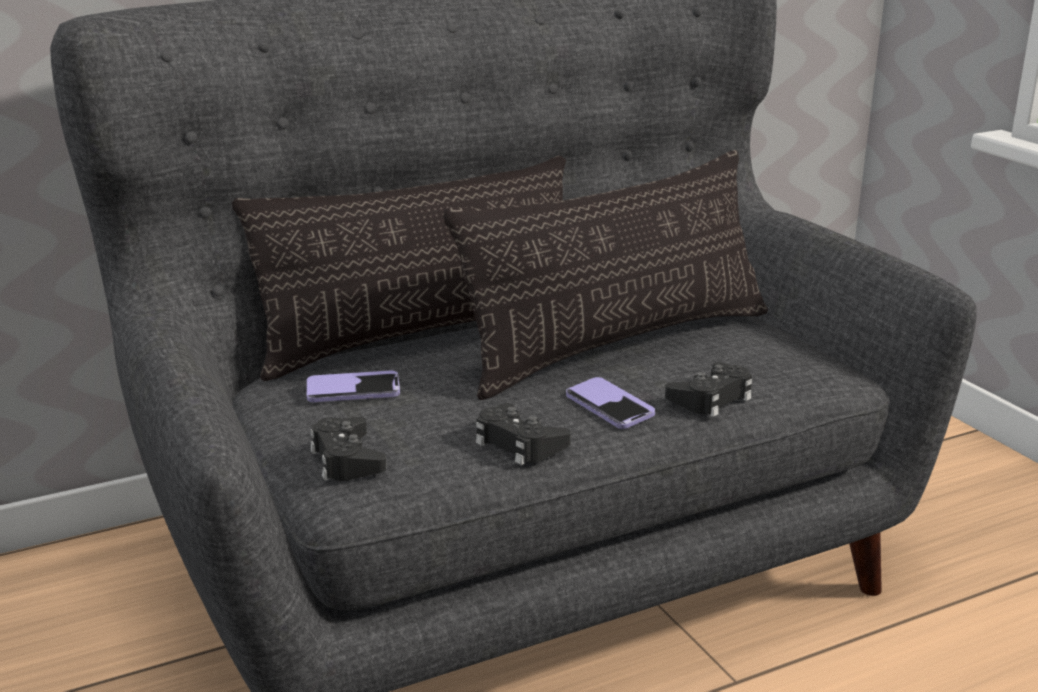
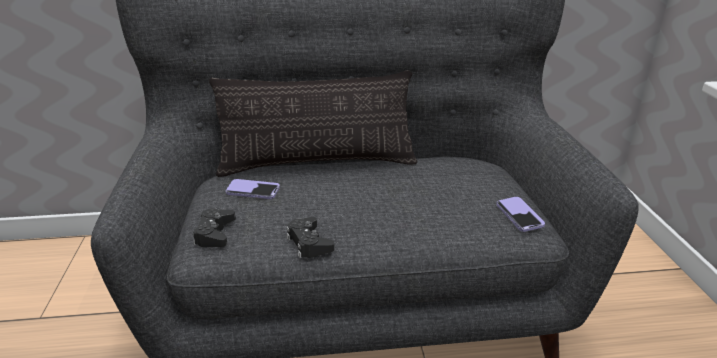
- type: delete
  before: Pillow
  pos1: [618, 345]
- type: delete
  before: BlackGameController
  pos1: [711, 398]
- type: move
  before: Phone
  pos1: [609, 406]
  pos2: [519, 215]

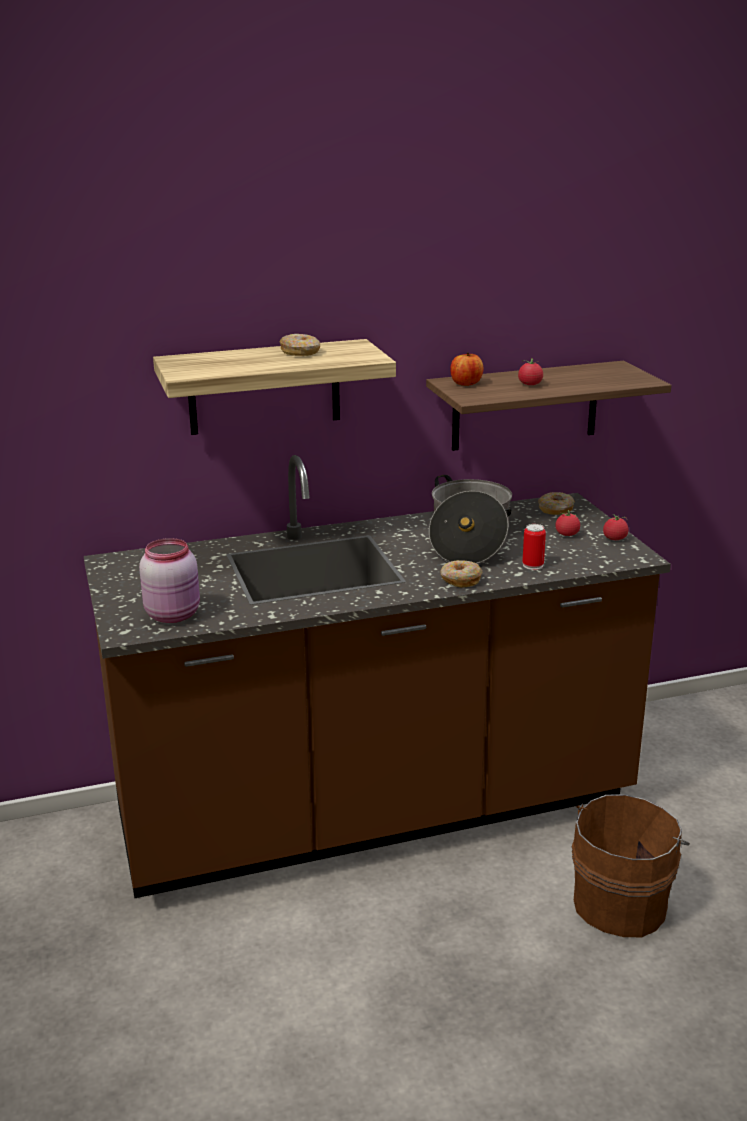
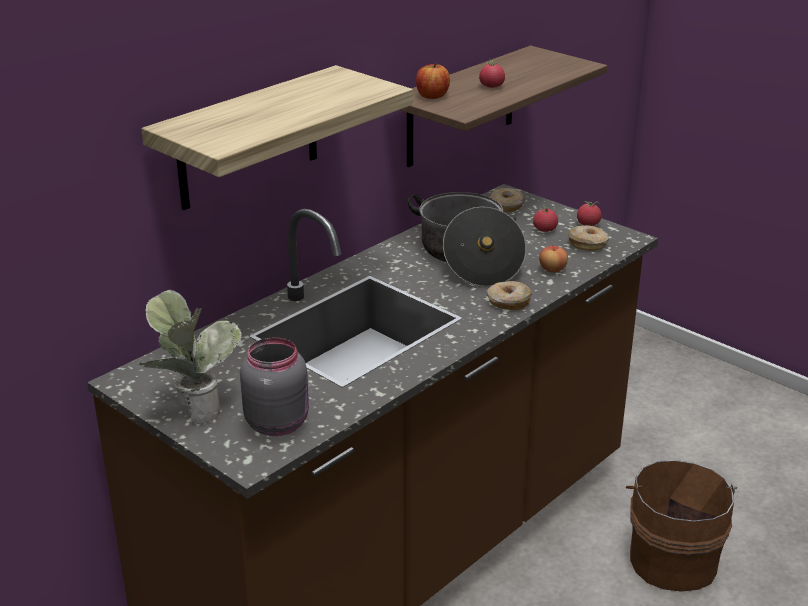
- type: move
  before: Donut
  pos1: [300, 352]
  pos2: [588, 244]
- type: replace
  before: Can
  after: Apple
  pos1: [533, 565]
  pos2: [552, 269]
- type: recolor
  before: PinkJar
  after: GreyJar
  pos1: [174, 614]
  pos2: [278, 422]
- type: insert
  after: PottedPlant
  pos2: [193, 409]

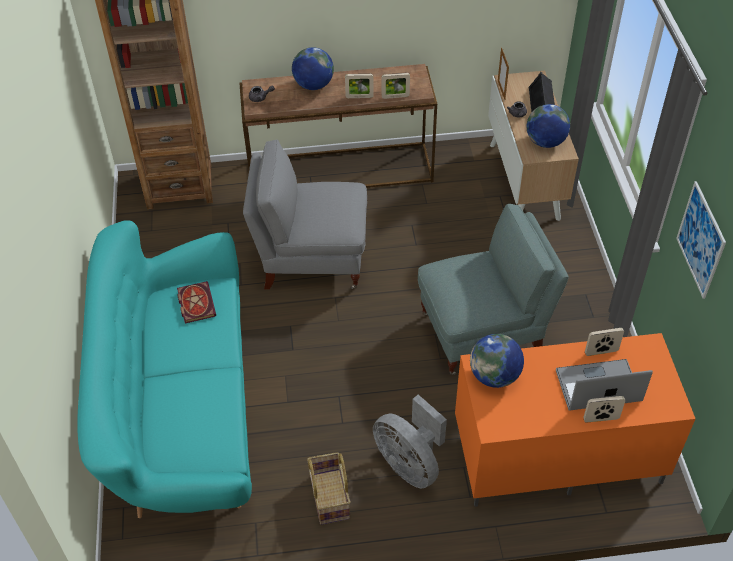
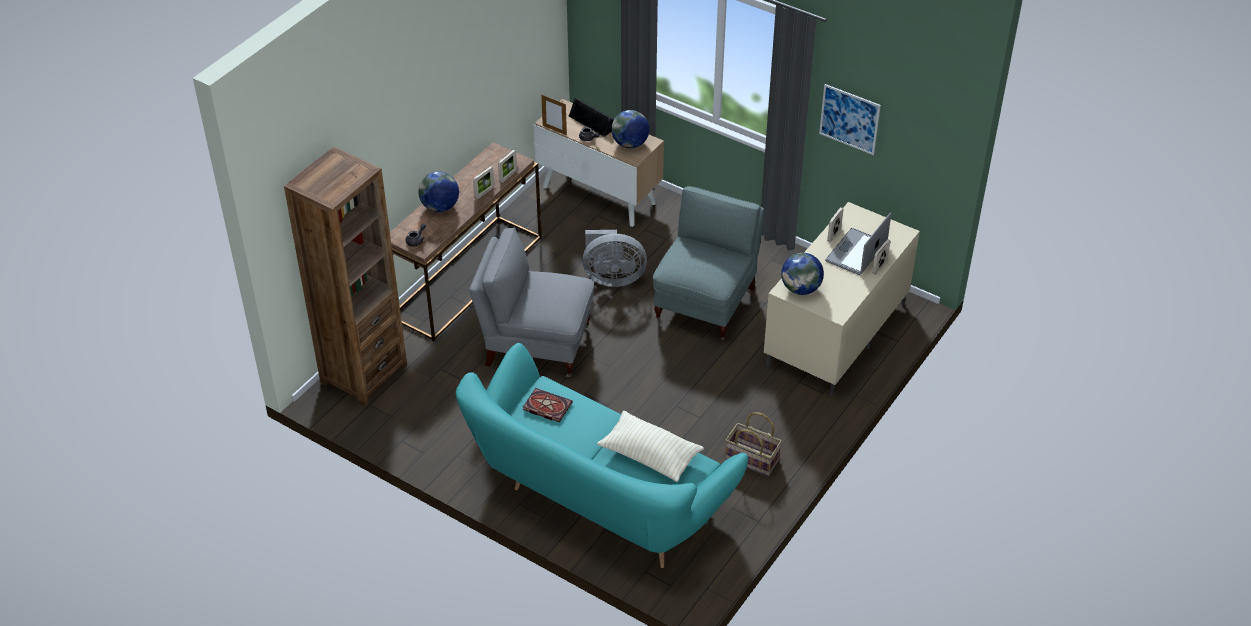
- type: rotate
  before: GreyArmchair
  pos1: [312, 259]
  pos2: [536, 345]
  turn: 60
- type: recolor
  before: OrangeTvStand
  after: BeigeTvStand
  pos1: [556, 456]
  pos2: [837, 335]
- type: move
  before: GreyFan
  pos1: [410, 463]
  pos2: [612, 278]
- type: insert
  after: BeigePillow
  pos2: [649, 455]

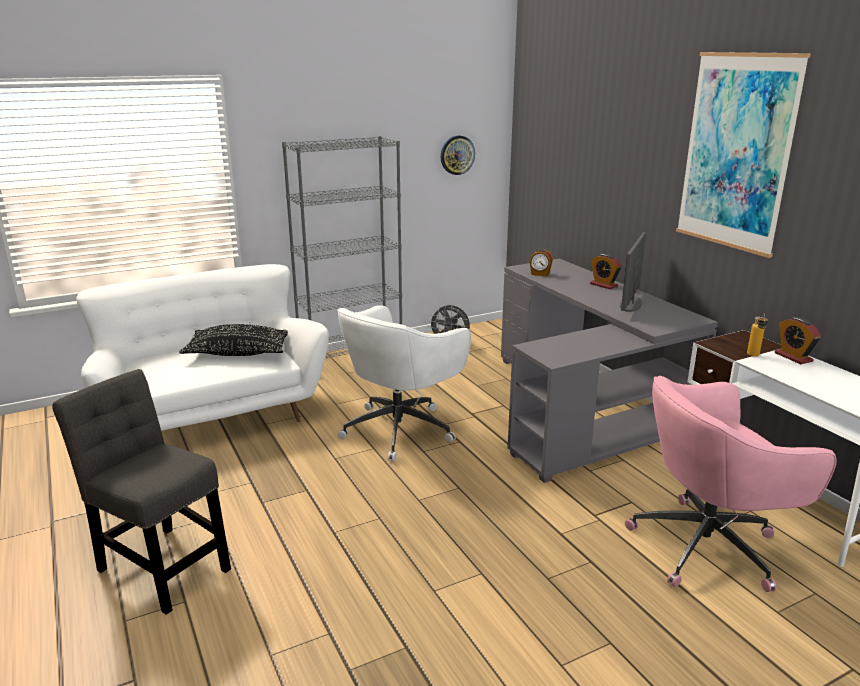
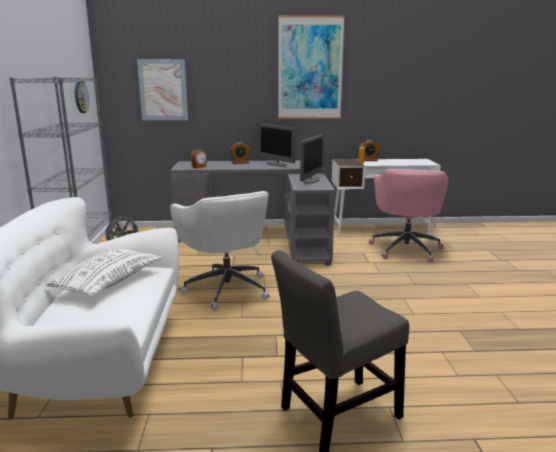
- type: recolor
  before: BlackPillow
  after: WhitePillow
  pos1: [239, 353]
  pos2: [109, 282]
- type: insert
  after: Picture
  pos2: [163, 90]
- type: insert
  after: Monitor
  pos2: [311, 180]

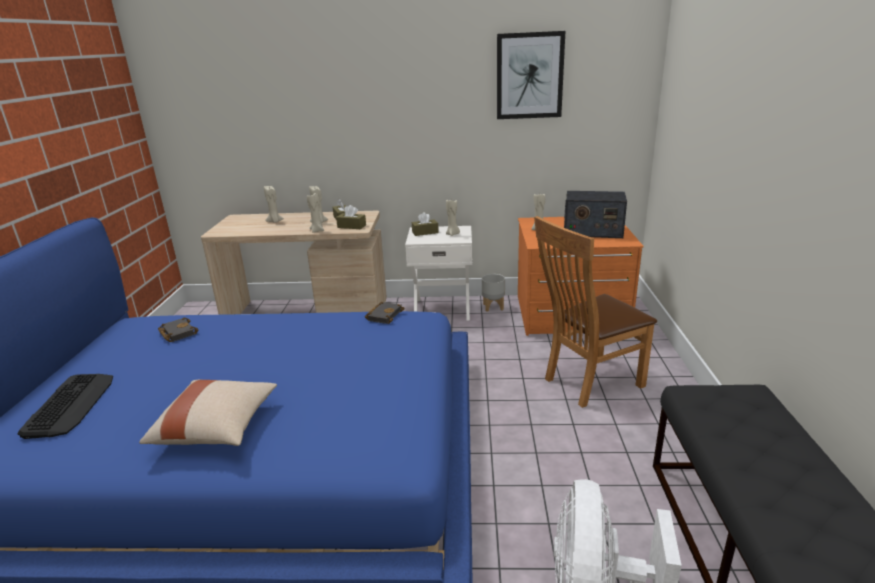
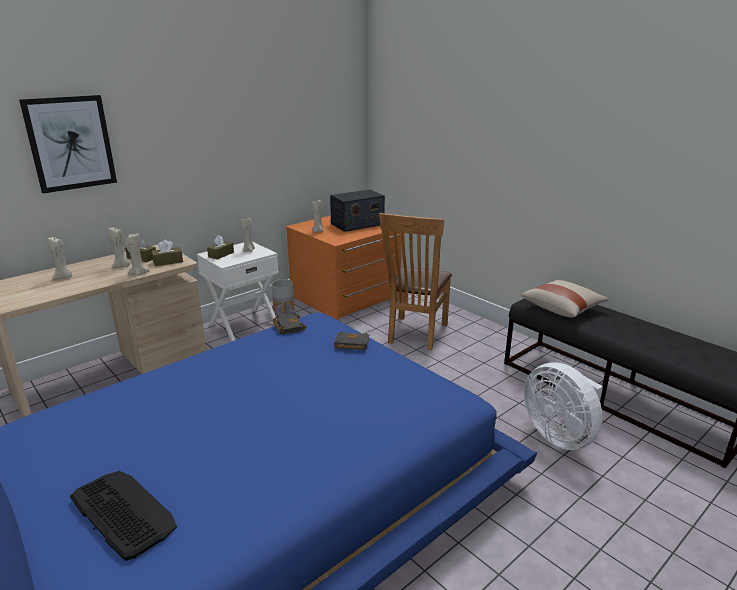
- type: move
  before: Picture
  pos1: [529, 76]
  pos2: [70, 143]
- type: move
  before: BlackBook
  pos1: [177, 333]
  pos2: [350, 344]
- type: move
  before: BeigePillow
  pos1: [217, 428]
  pos2: [563, 308]

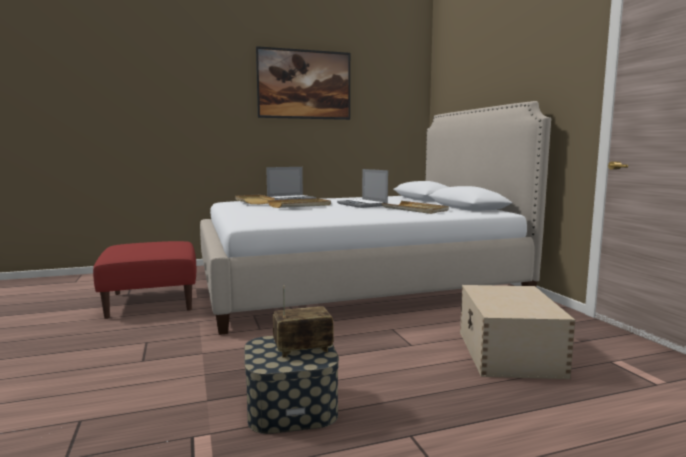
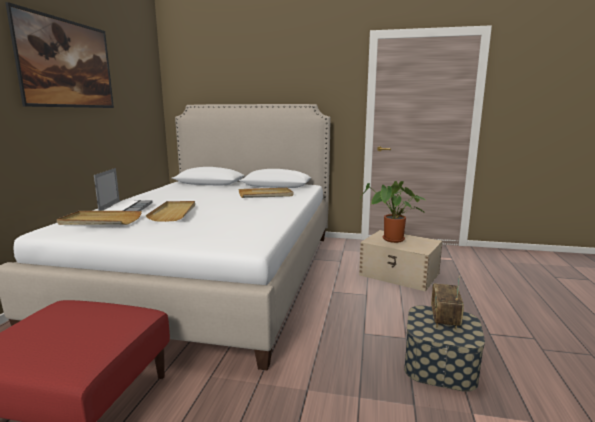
- type: delete
  before: Laptop
  pos1: [363, 204]
- type: insert
  after: PottedPlant
  pos2: [392, 240]

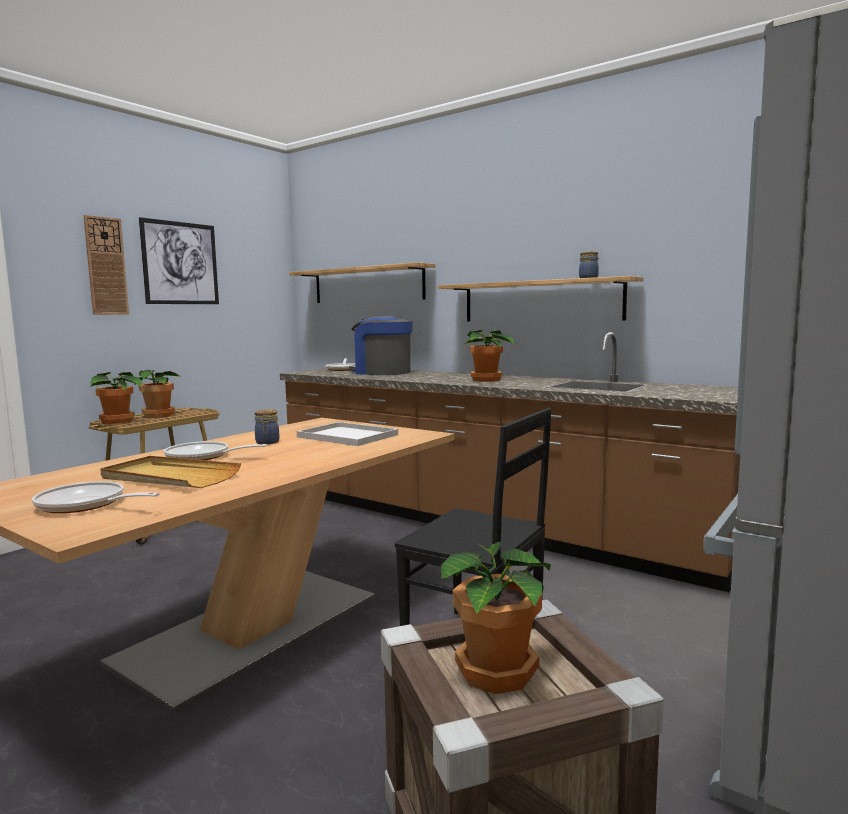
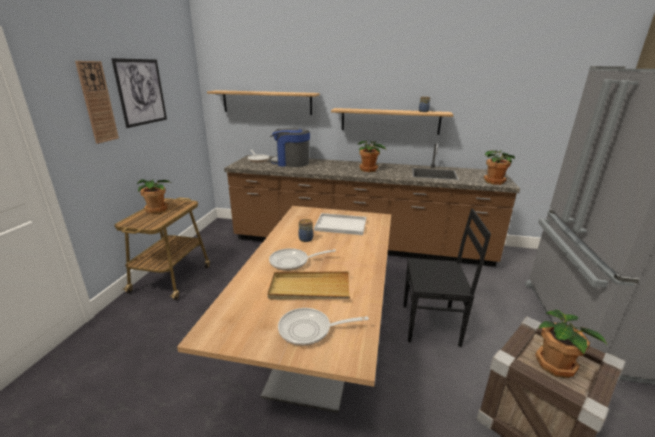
- type: move
  before: PottedPlant
  pos1: [118, 421]
  pos2: [495, 182]

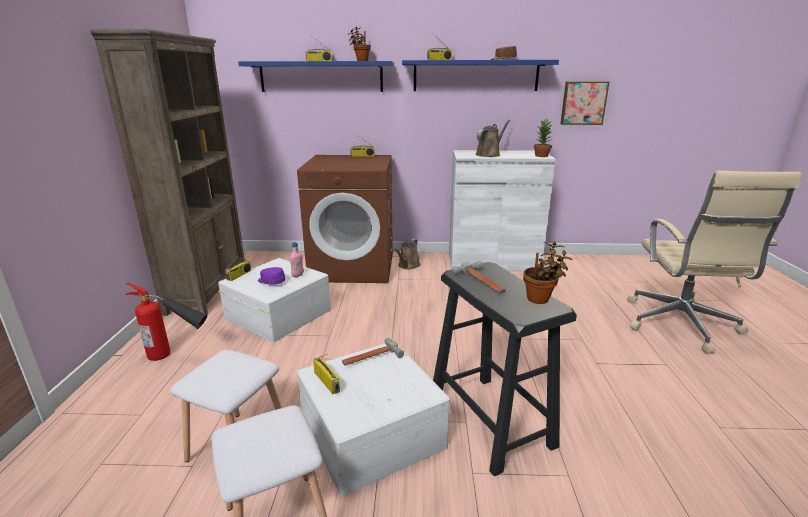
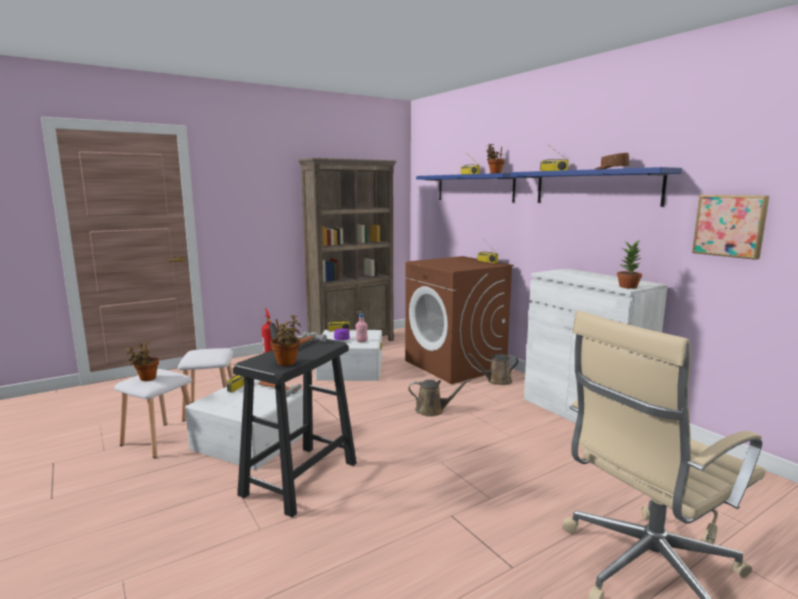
- type: move
  before: BrownWateringCan
  pos1: [489, 154]
  pos2: [432, 410]
- type: insert
  after: PottedPlant
  pos2: [146, 379]

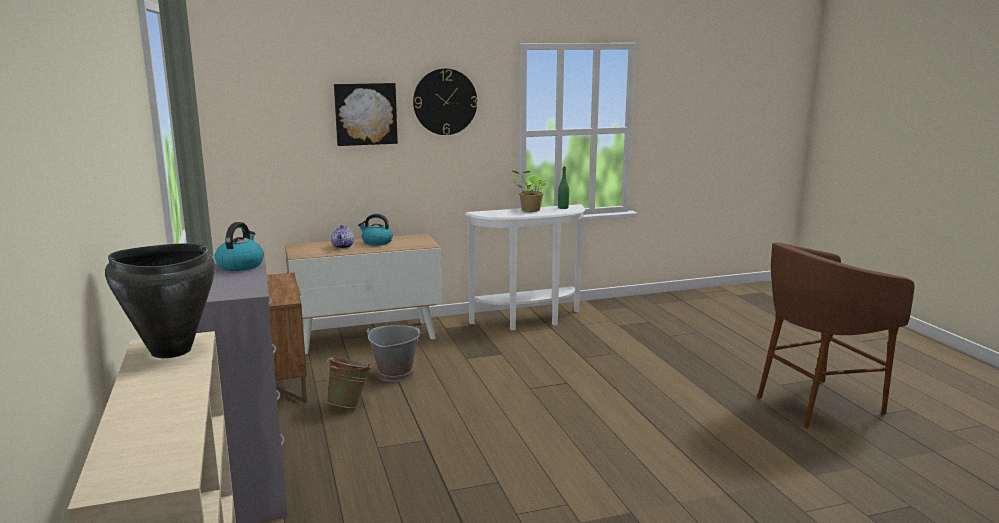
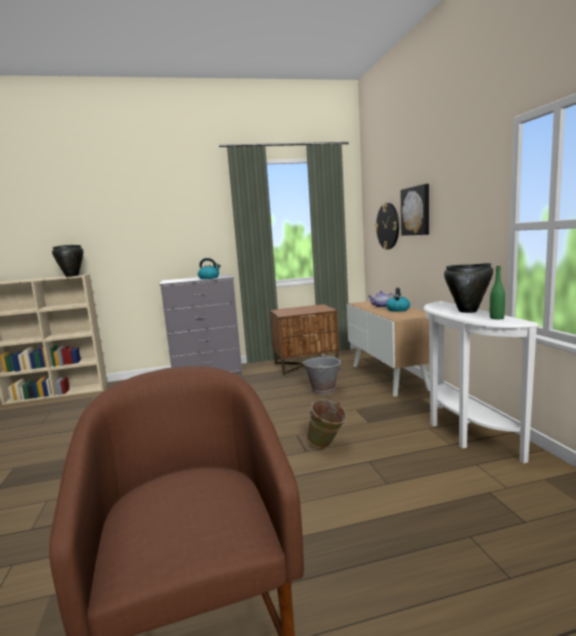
- type: move
  before: WallClock
  pos1: [445, 101]
  pos2: [388, 226]
- type: replace
  before: PottedPlant
  after: BlackCookingPot
  pos1: [529, 210]
  pos2: [468, 311]
- type: move
  before: GreenBucket
  pos1: [350, 405]
  pos2: [327, 446]

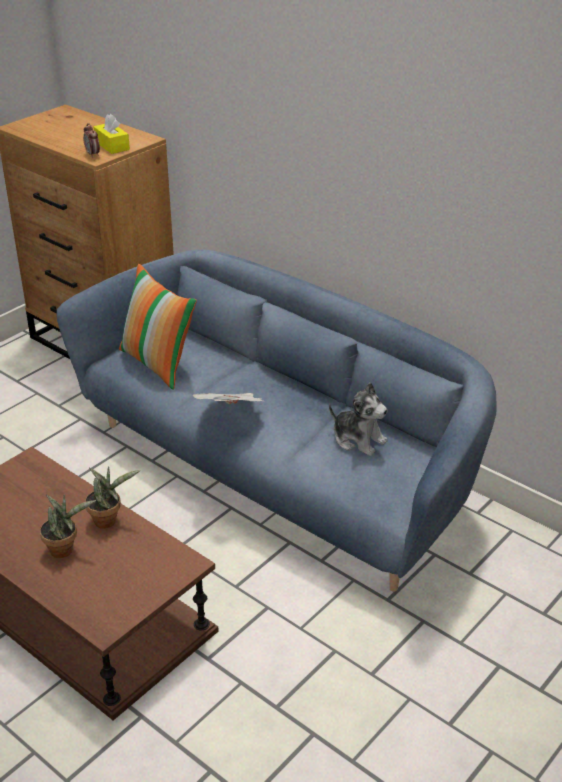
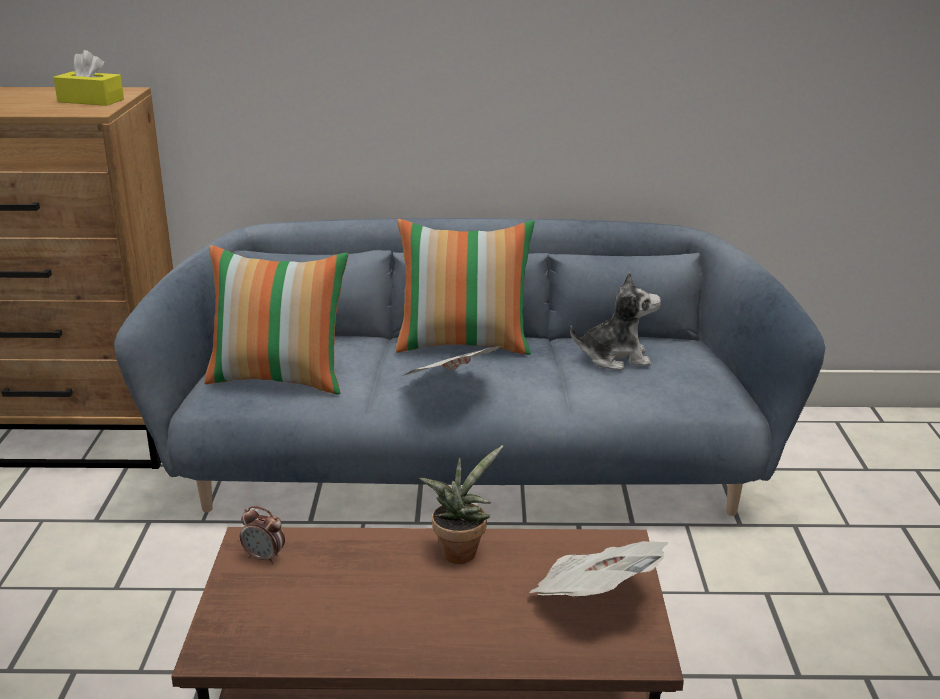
- type: move
  before: AlarmClock
  pos1: [93, 154]
  pos2: [264, 557]
- type: delete
  before: PottedPlant
  pos1: [65, 549]
- type: insert
  after: Pillow
  pos2: [464, 344]
- type: insert
  after: Newspaper
  pos2: [595, 597]

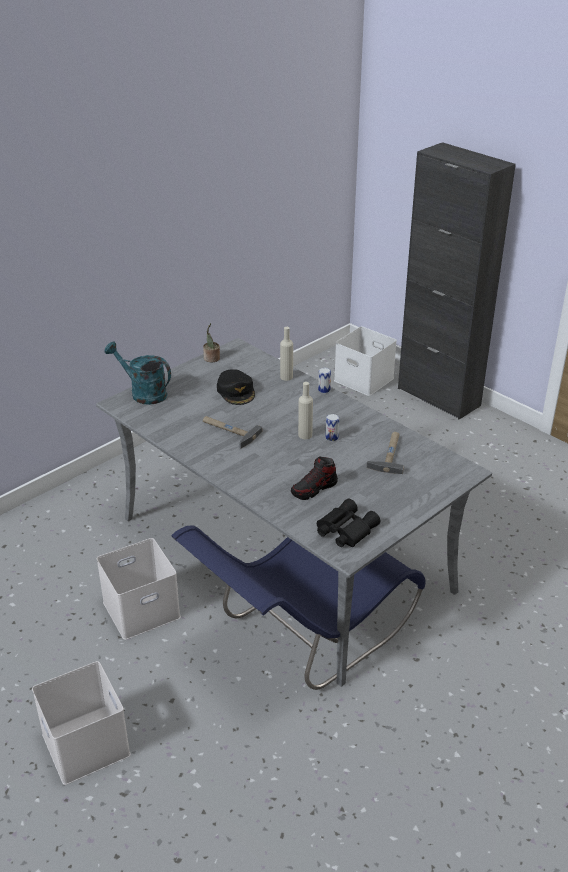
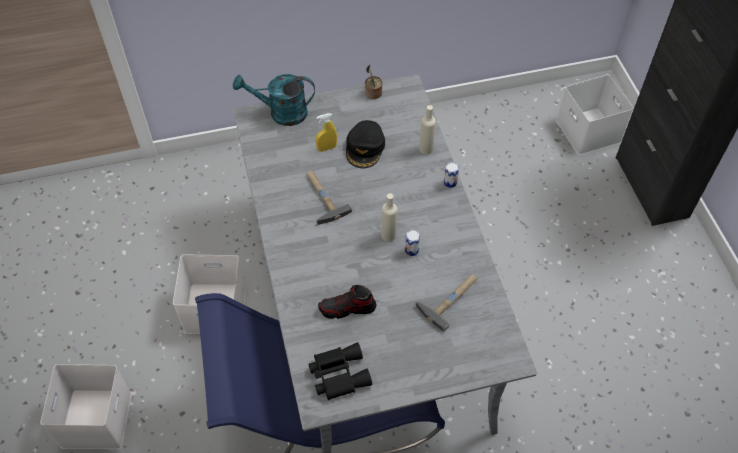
- type: rotate
  before: TurquoiseWateringCan
  pos1: [143, 393]
  pos2: [281, 113]
  turn: -60
- type: insert
  after: YellowSprayBottle
  pos2: [326, 148]

